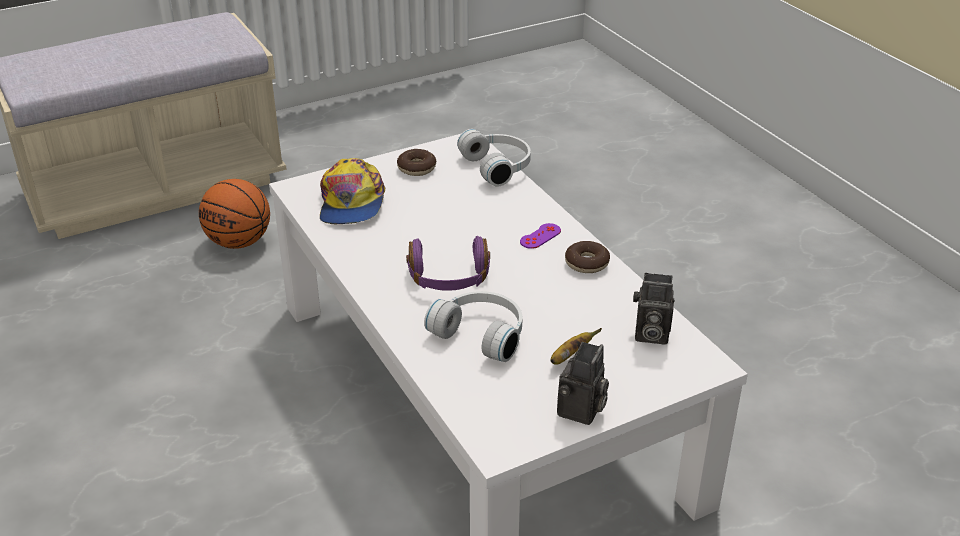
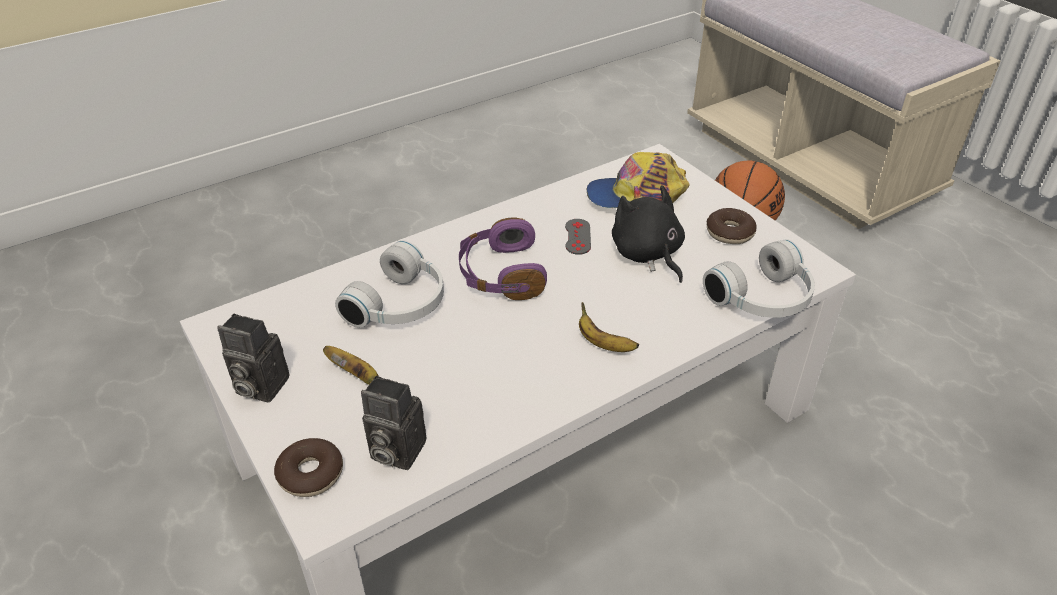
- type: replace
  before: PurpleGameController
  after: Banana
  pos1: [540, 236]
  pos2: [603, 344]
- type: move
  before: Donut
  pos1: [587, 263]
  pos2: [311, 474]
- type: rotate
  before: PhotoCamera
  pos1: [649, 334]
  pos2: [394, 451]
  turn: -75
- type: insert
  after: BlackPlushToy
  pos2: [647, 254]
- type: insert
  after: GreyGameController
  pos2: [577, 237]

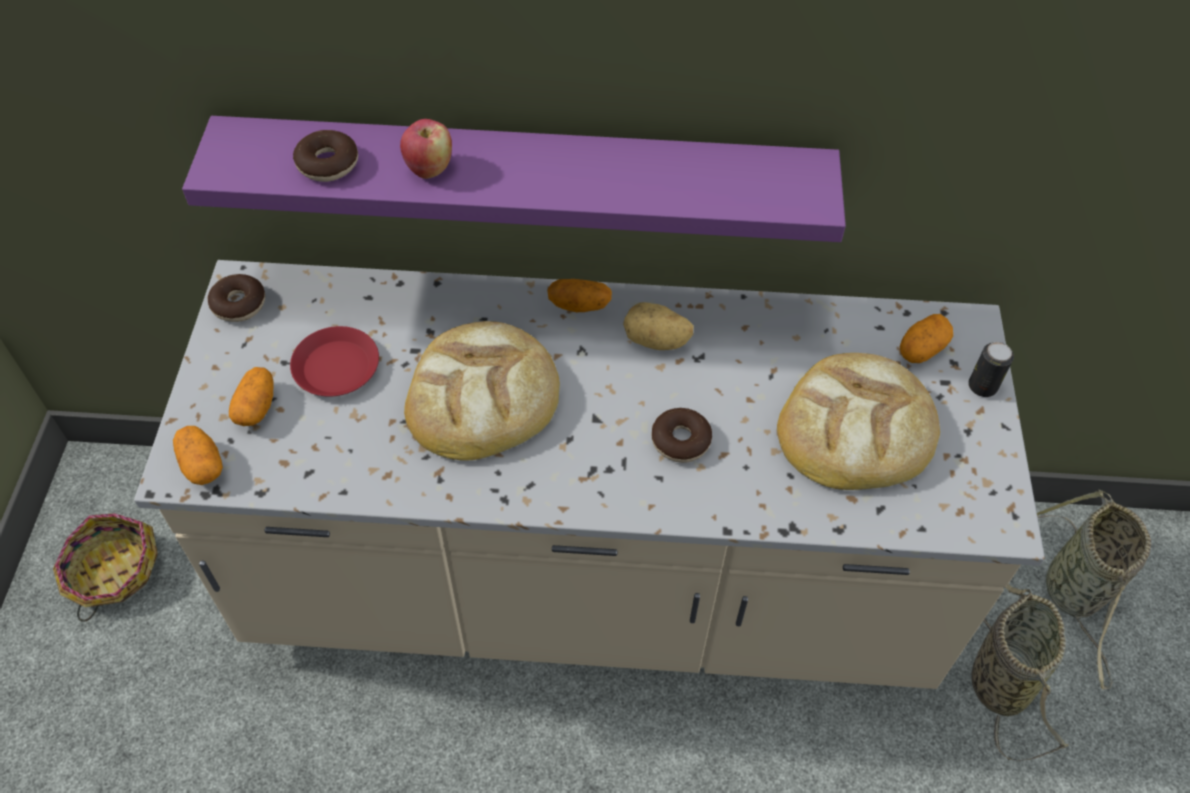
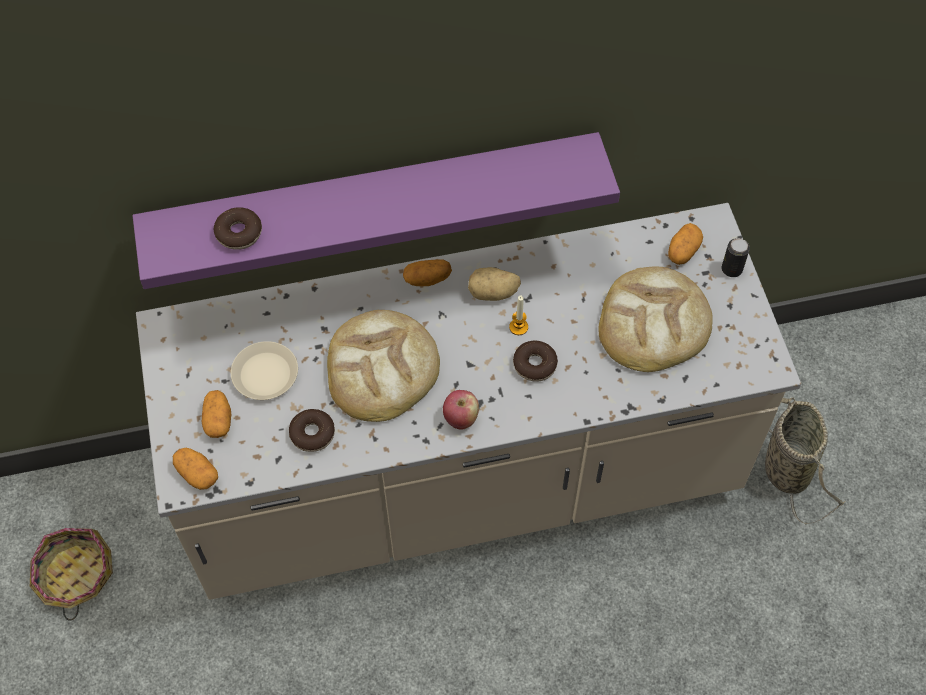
- type: move
  before: Apple
  pos1: [429, 168]
  pos2: [460, 418]
- type: move
  before: Donut
  pos1: [239, 304]
  pos2: [312, 434]
- type: recolor
  before: RedPlate
  after: BeigePlate
  pos1: [336, 367]
  pos2: [265, 375]
- type: delete
  before: Basket
  pos1: [1074, 594]
- type: insert
  after: Candle
  pos2: [518, 327]

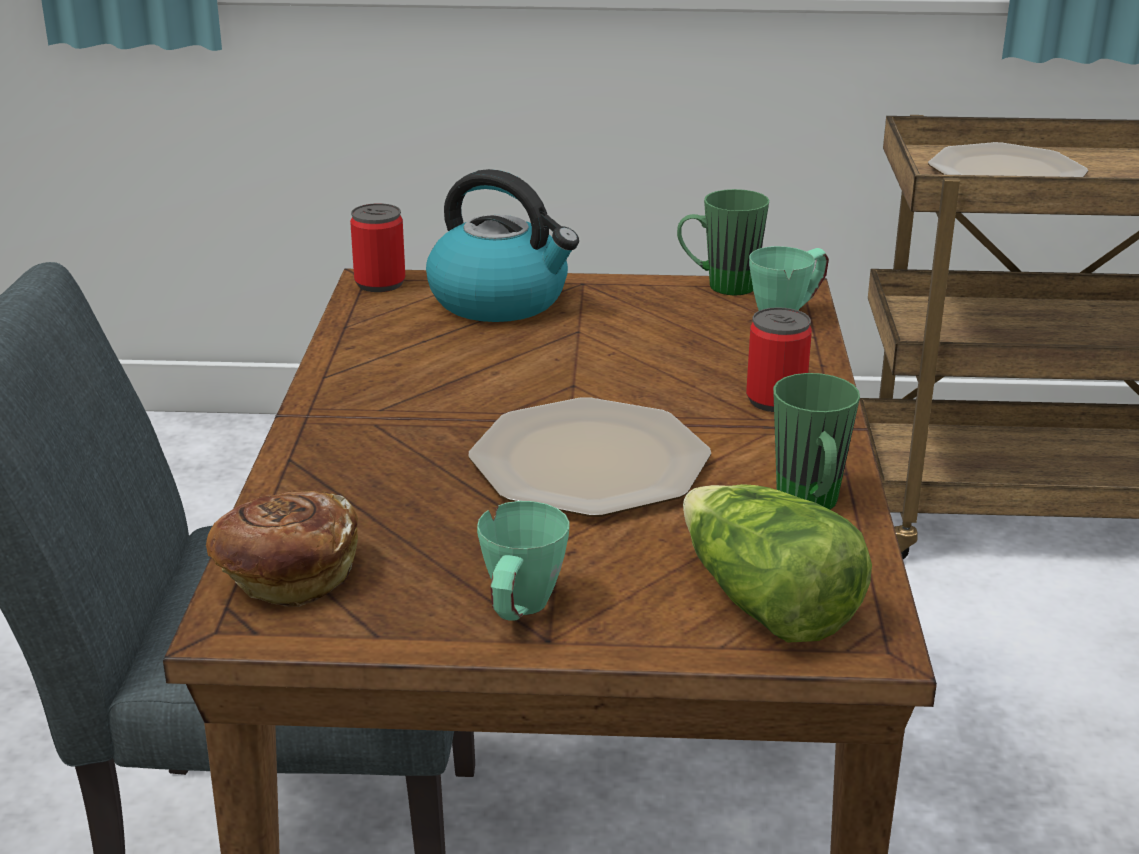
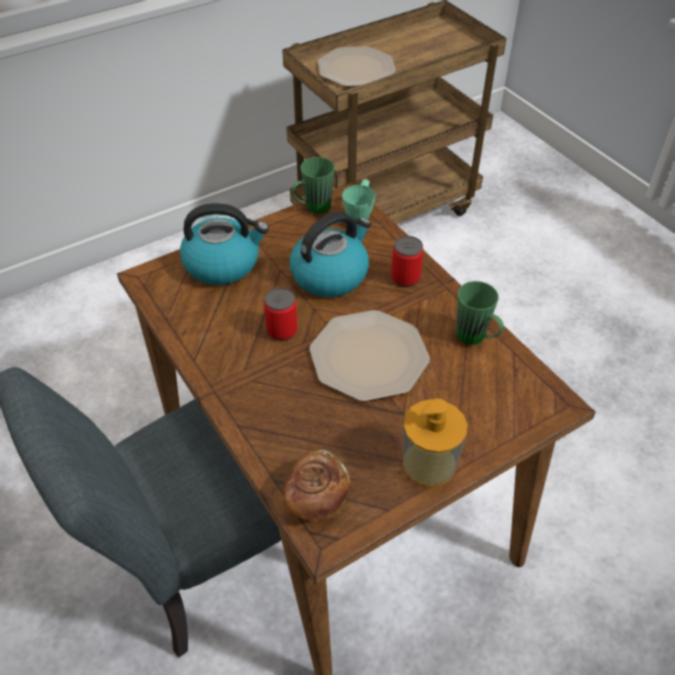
- type: move
  before: Can
  pos1: [380, 283]
  pos2: [282, 330]
- type: delete
  before: Lettuce
  pos1: [765, 605]
- type: replace
  before: GreenMug
  after: SoapDispenser
  pos1: [519, 614]
  pos2: [429, 464]
- type: insert
  after: Kettle
  pos2: [330, 274]

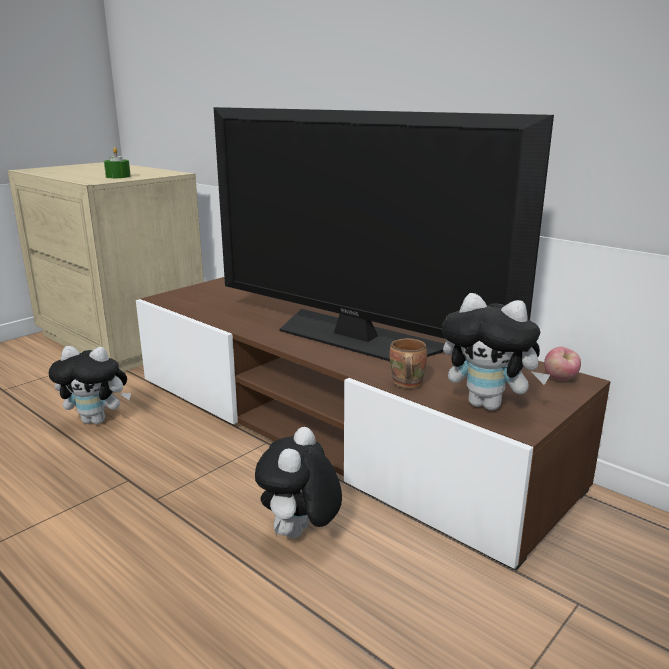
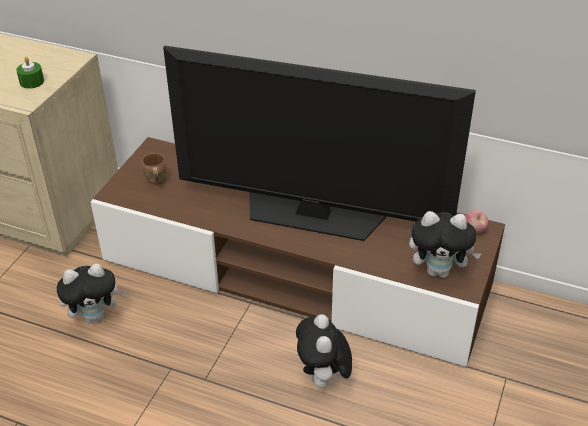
- type: move
  before: BrownMug
  pos1: [405, 384]
  pos2: [155, 182]

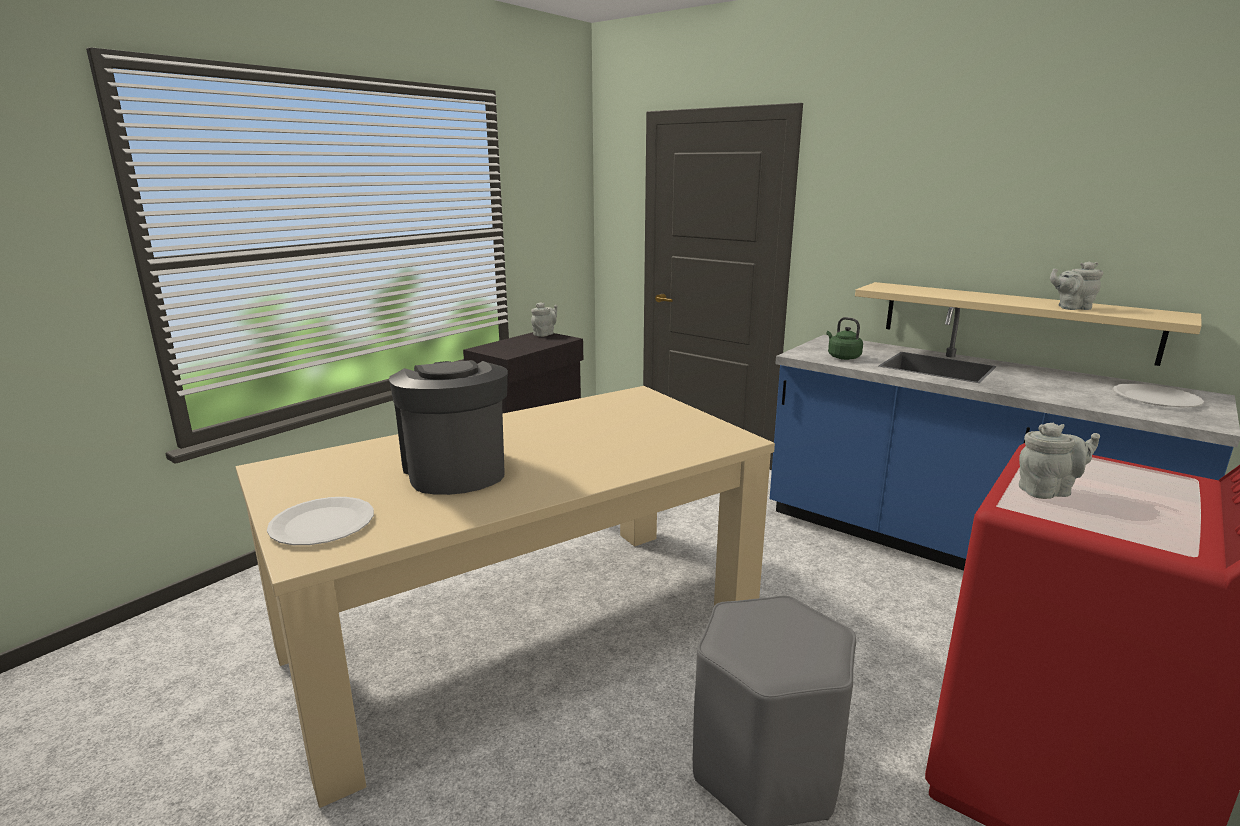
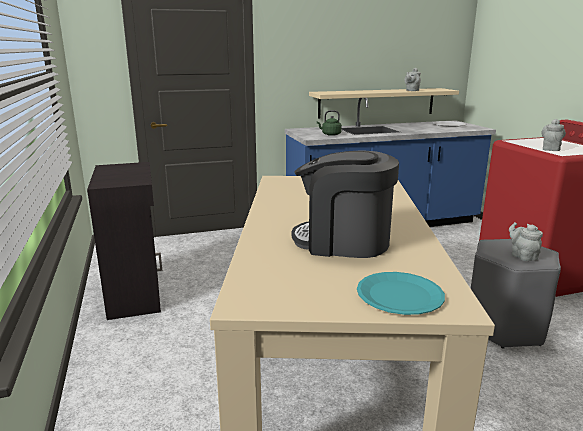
- type: move
  before: GreyTeapot
  pos1: [545, 334]
  pos2: [522, 256]
- type: recolor
  before: WhitePlate
  after: TurquoisePlate
  pos1: [322, 523]
  pos2: [399, 295]

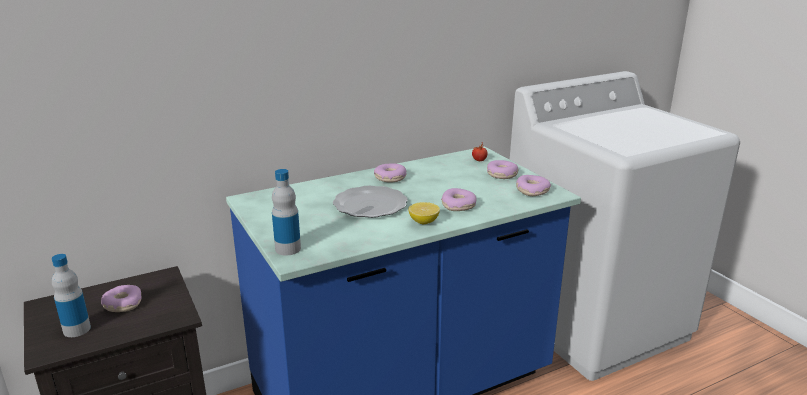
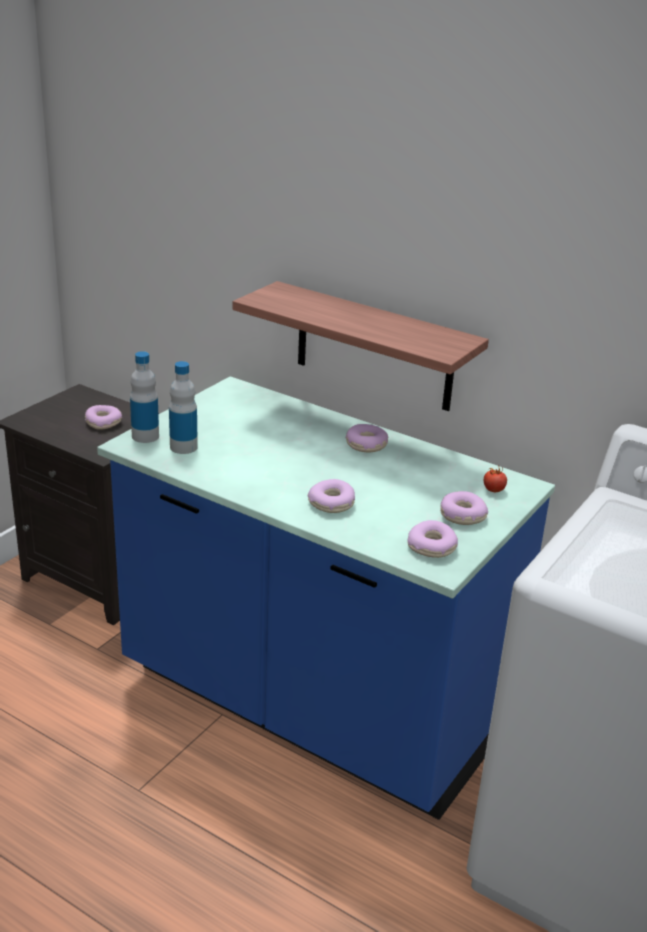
- type: delete
  before: Plate
  pos1: [371, 204]
- type: delete
  before: Lemon
  pos1: [424, 222]
- type: move
  before: Bottle
  pos1: [77, 329]
  pos2: [183, 447]
- type: insert
  after: Shelf
  pos2: [374, 347]

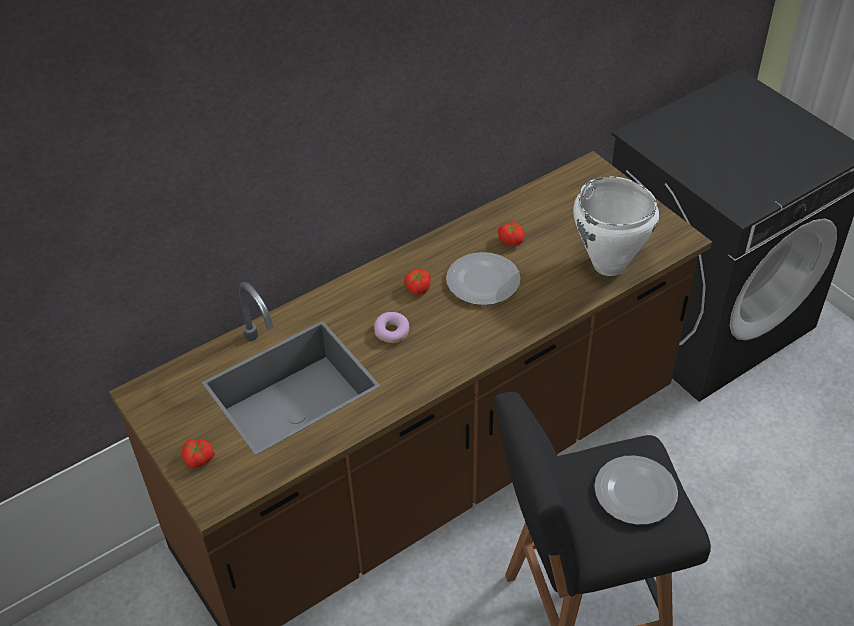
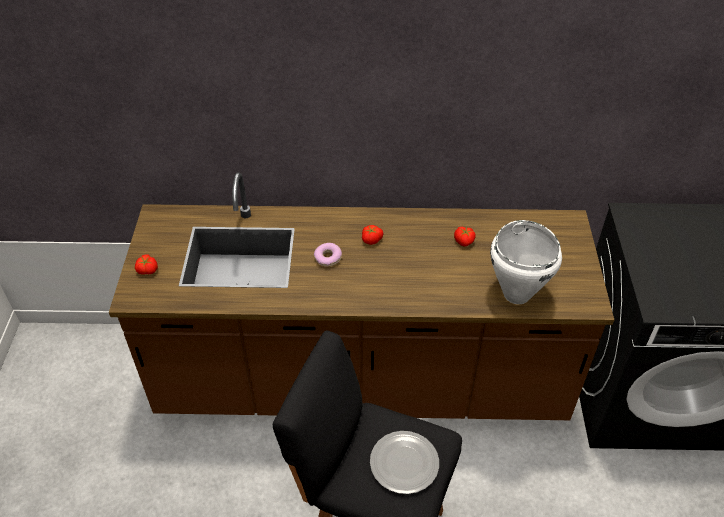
- type: delete
  before: Plate
  pos1: [482, 280]

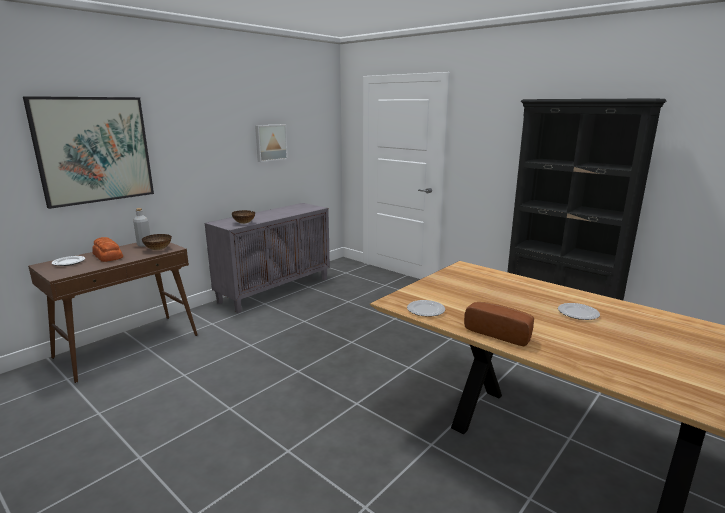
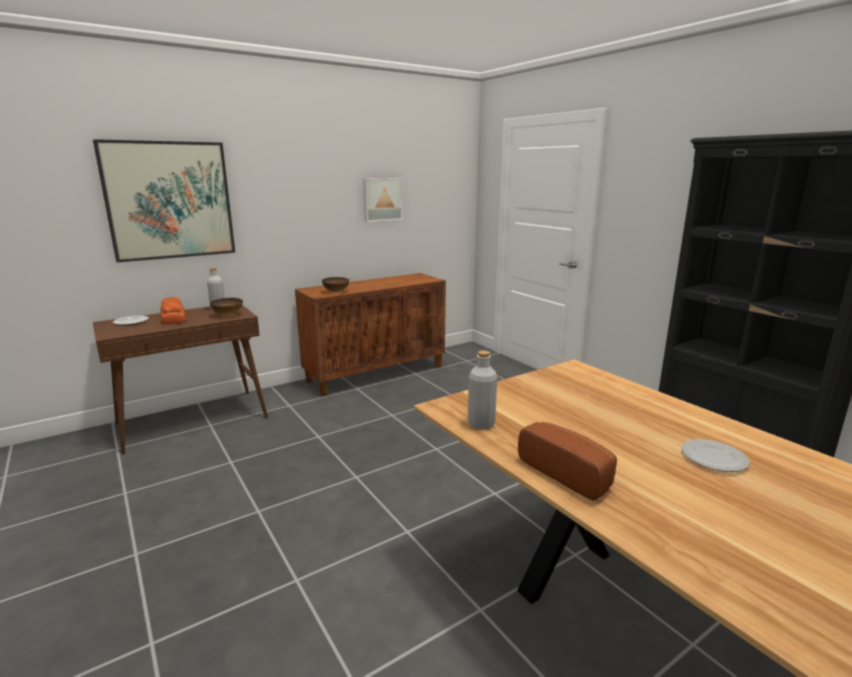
- type: recolor
  before: GreyCabinet
  after: BrownCabinet
  pos1: [275, 290]
  pos2: [376, 373]
- type: replace
  before: Plate
  after: GreyBottle
  pos1: [425, 310]
  pos2: [481, 424]

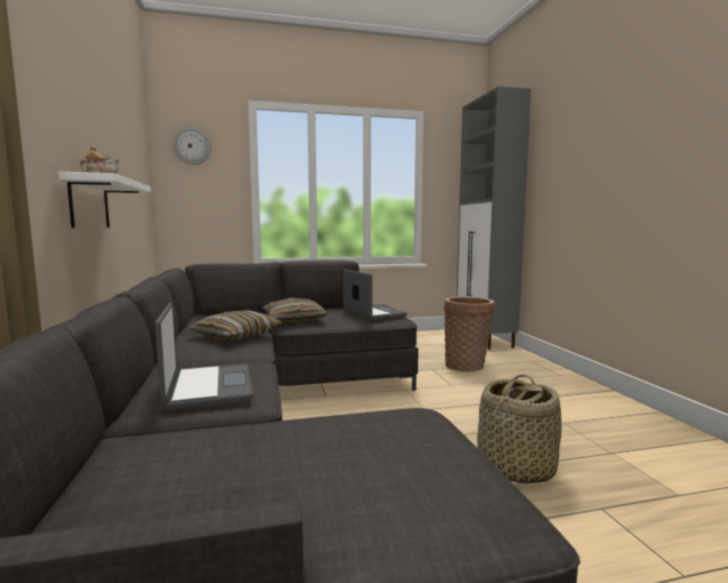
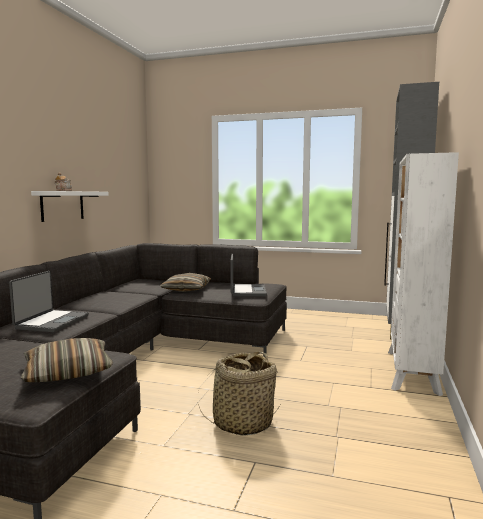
- type: delete
  before: WallClock
  pos1: [192, 146]
- type: delete
  before: Basket
  pos1: [466, 366]
- type: move
  before: Pillow
  pos1: [236, 336]
  pos2: [68, 372]
- type: insert
  after: WhiteBookcase
  pos2: [411, 371]

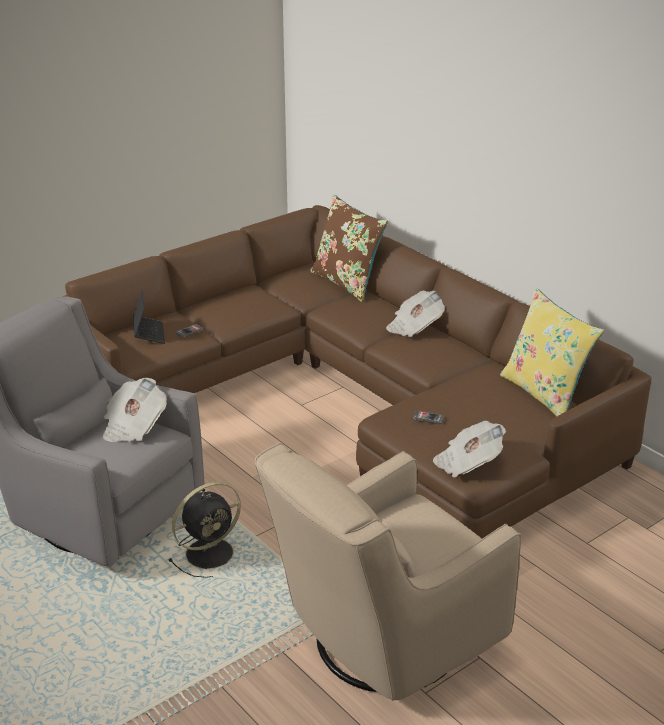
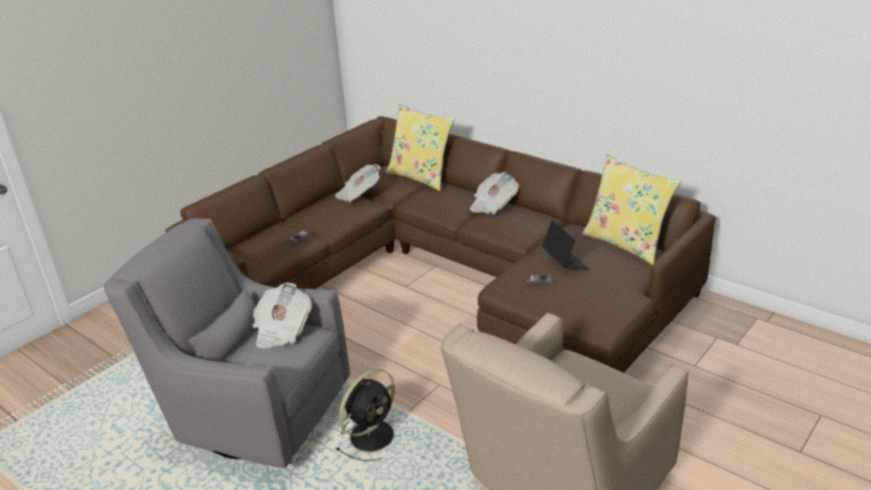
- type: recolor
  before: BrownPillow
  after: YellowPillow
  pos1: [347, 283]
  pos2: [421, 177]
- type: move
  before: Laptop
  pos1: [149, 334]
  pos2: [564, 262]
- type: move
  before: Newspaper
  pos1: [467, 463]
  pos2: [359, 194]

